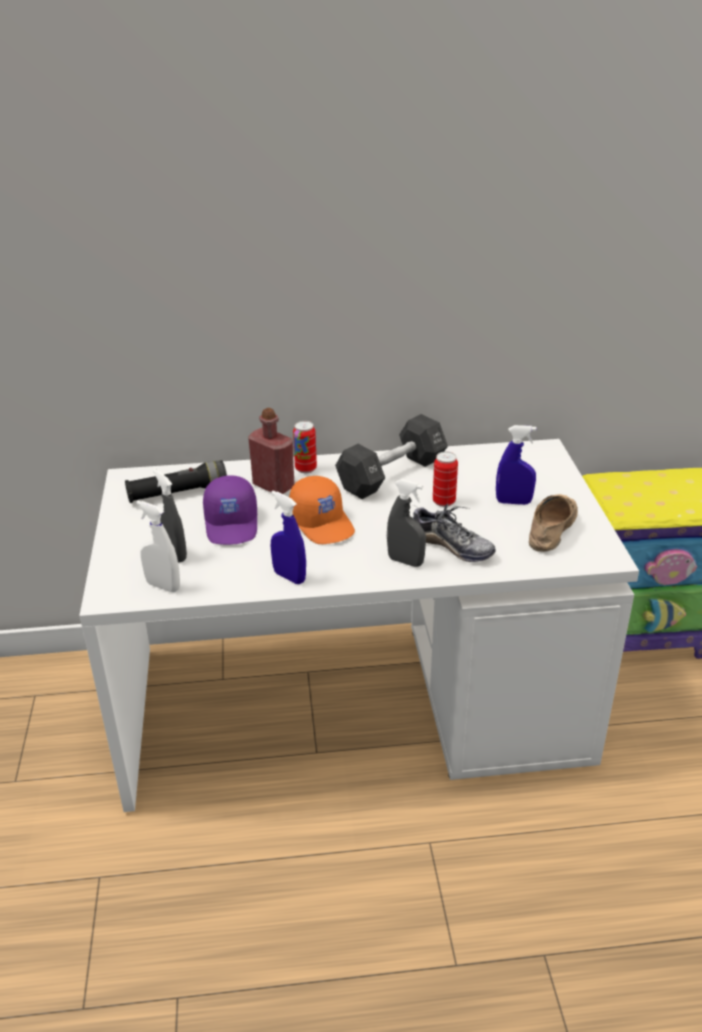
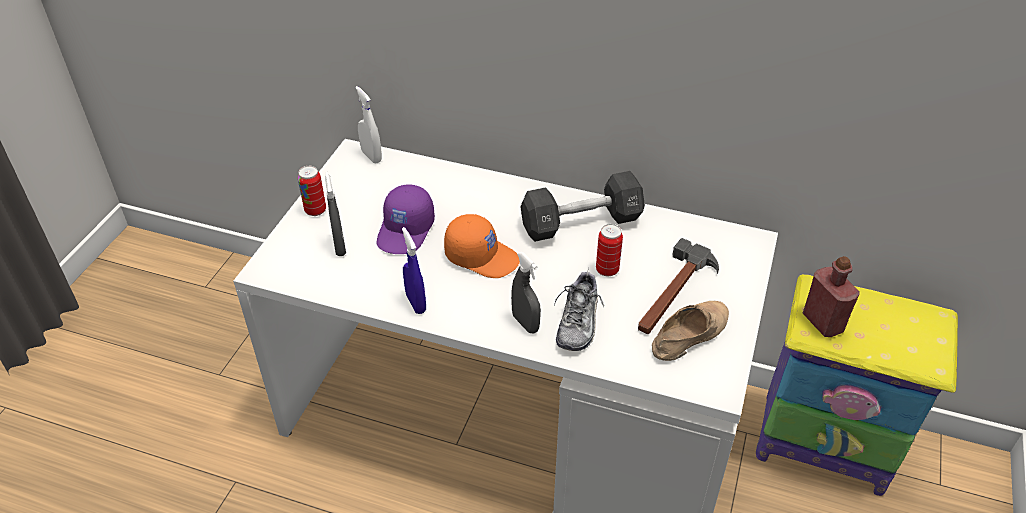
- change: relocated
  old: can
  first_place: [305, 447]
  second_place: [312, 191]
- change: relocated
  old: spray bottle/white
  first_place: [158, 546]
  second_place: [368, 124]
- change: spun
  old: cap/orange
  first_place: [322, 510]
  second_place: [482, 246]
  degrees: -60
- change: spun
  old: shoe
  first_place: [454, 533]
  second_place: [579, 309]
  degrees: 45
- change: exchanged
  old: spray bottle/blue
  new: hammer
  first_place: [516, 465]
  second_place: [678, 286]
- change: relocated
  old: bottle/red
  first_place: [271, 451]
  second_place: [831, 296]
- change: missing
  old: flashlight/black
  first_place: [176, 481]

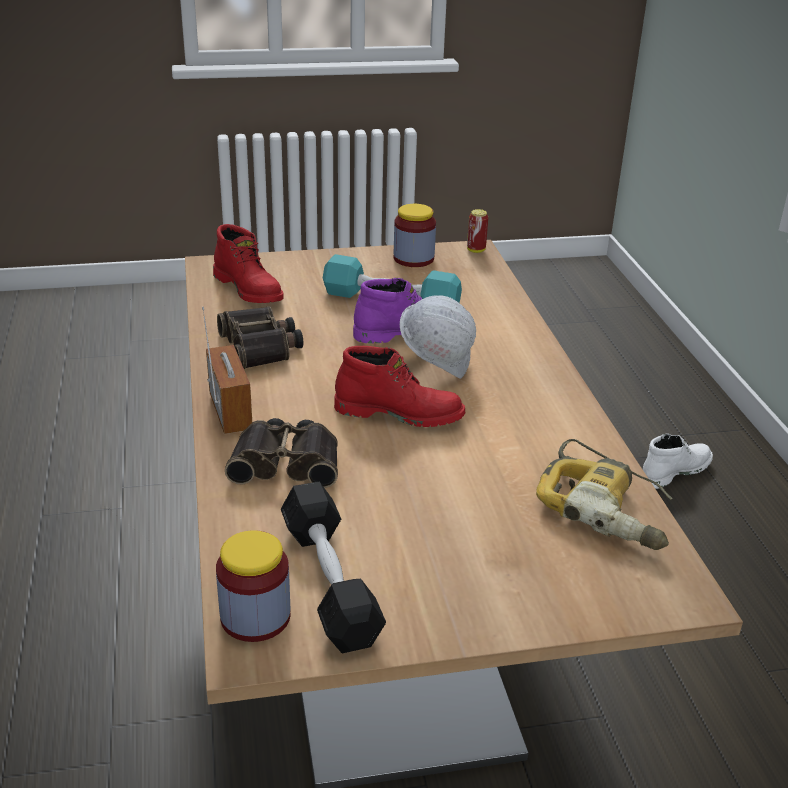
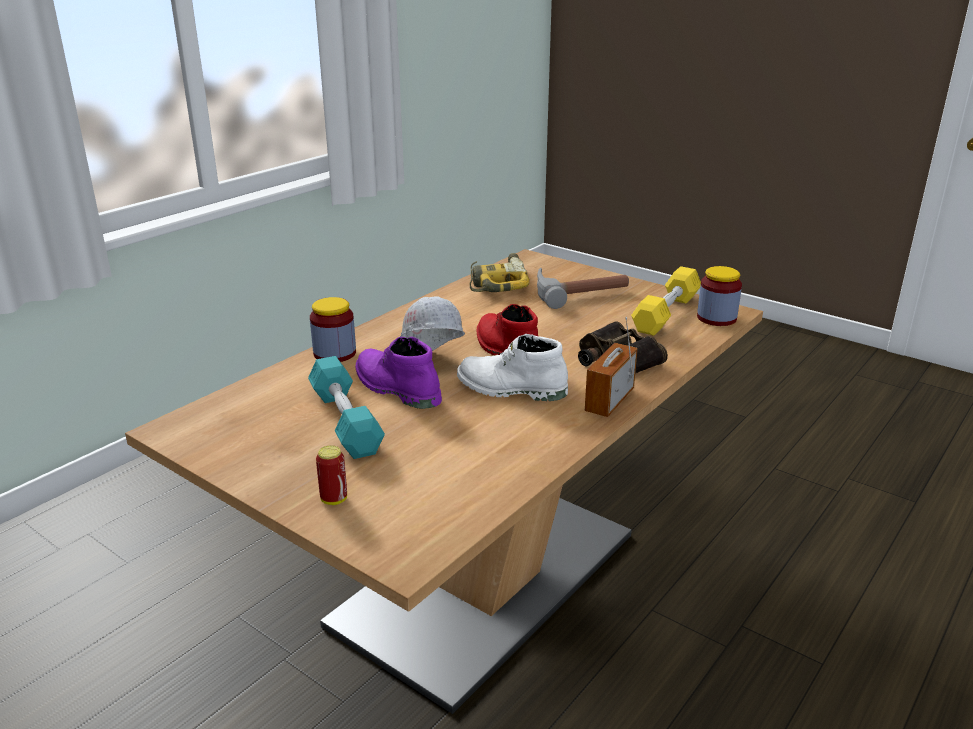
- change: relocated
  old: jar
  first_place: [415, 235]
  second_place: [333, 329]
- change: relocated
  old: can
  first_place: [477, 231]
  second_place: [331, 475]
- change: relocated
  old: boot/white
  first_place: [678, 461]
  second_place: [512, 367]
- change: appeared
  new: hammer
  second_place: [583, 288]
- change: colour
  old: dumbbell/black
  new: dumbbell/yellow
  first_place: [333, 567]
  second_place: [666, 301]
- change: missing
  old: boot/red
  first_place: [248, 263]
- change: missing
  old: binoculars
  first_place: [260, 337]

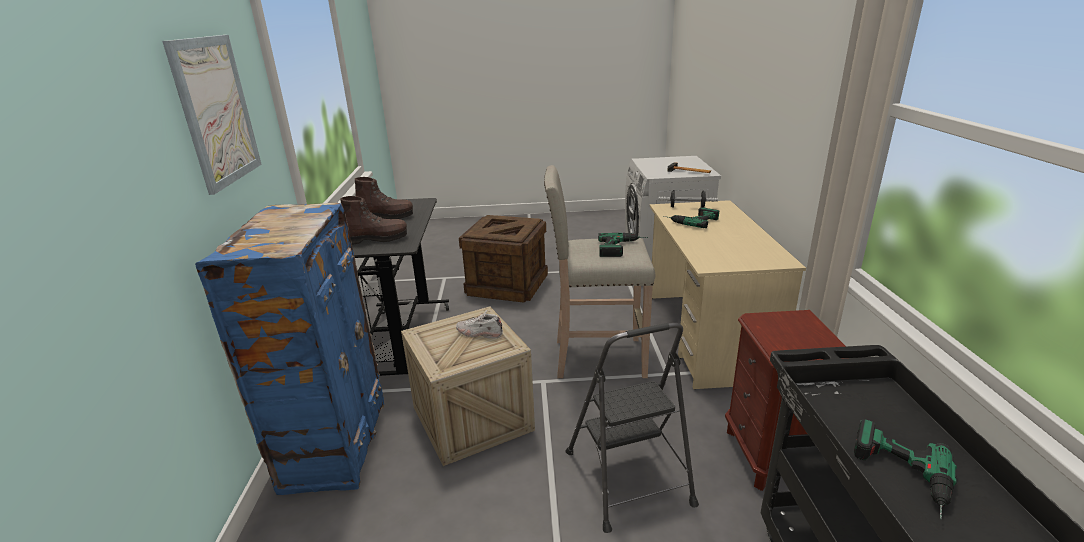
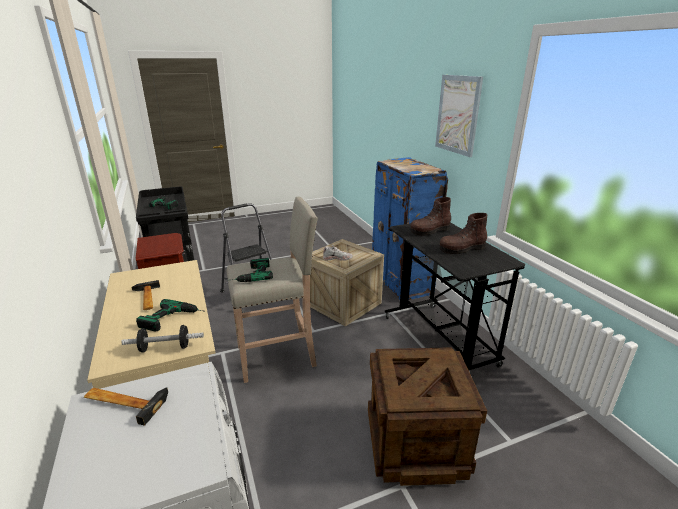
- change: appeared
  new: hammer
  second_place: [145, 295]

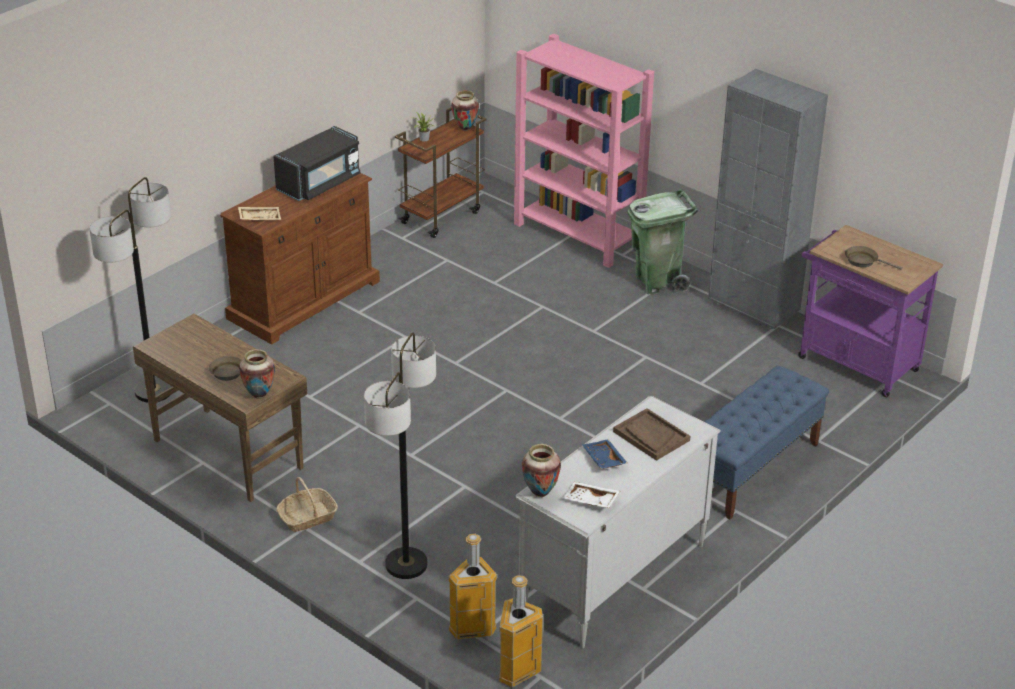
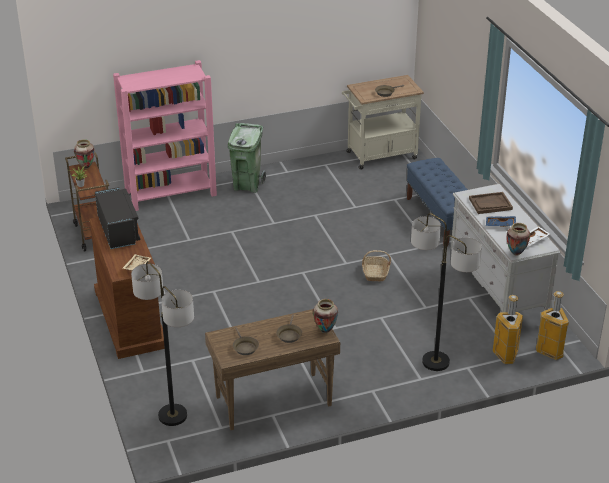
- change: appeared
  new: frying pan/brown
  second_place: [246, 341]
- change: colour
  old: cart/purple
  new: cart/beige
  first_place: [870, 311]
  second_place: [383, 122]
- change: relocated
  old: basket
  first_place: [307, 504]
  second_place: [376, 265]
- change: missing
  old: cabinet/grey
  first_place: [768, 199]

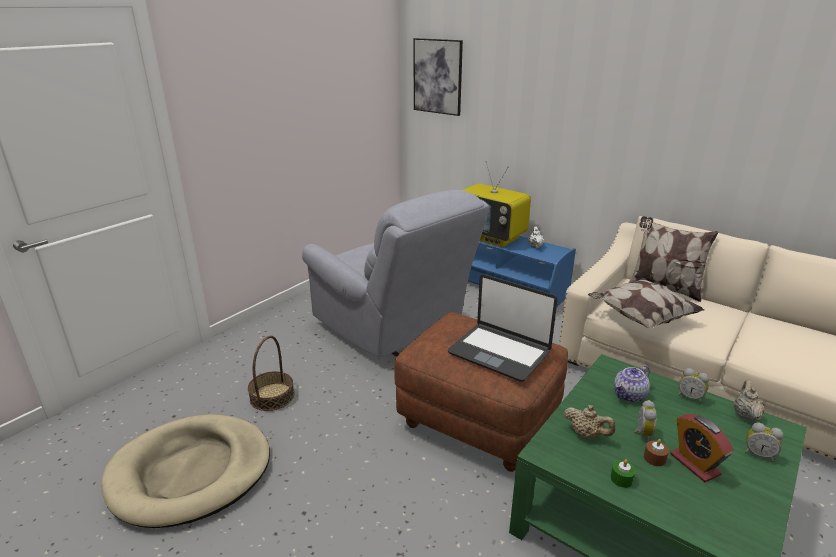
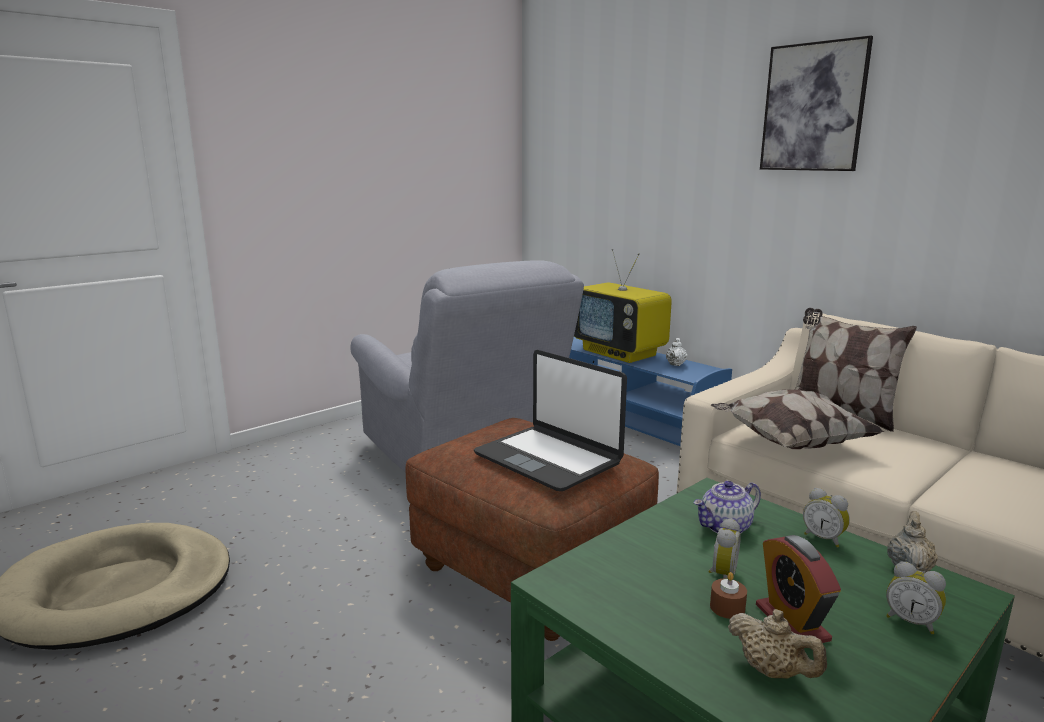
- change: relocated
  old: teapot/beige
  first_place: [589, 421]
  second_place: [777, 644]
- change: relocated
  old: picture
  first_place: [438, 77]
  second_place: [816, 103]
- change: missing
  old: basket
  first_place: [271, 373]
- change: missing
  old: candle/green
  first_place: [623, 473]

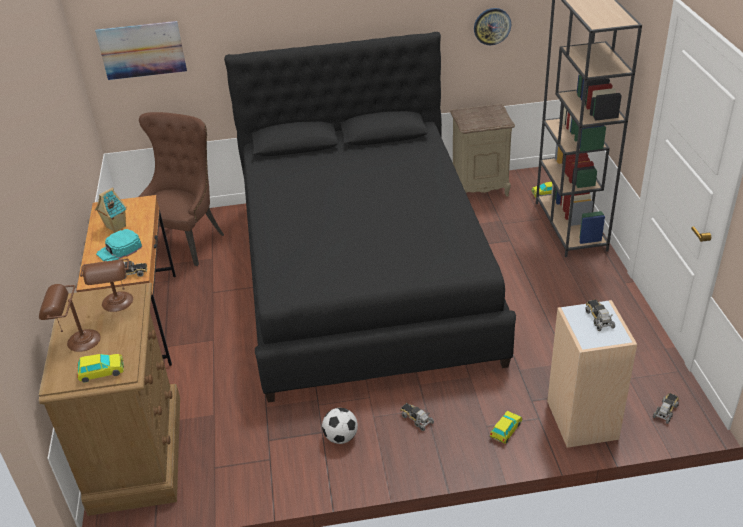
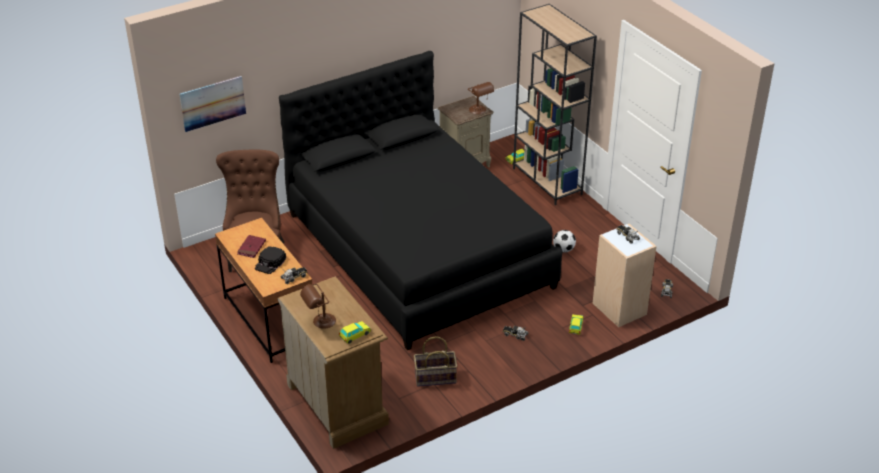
- change: exchanged
  old: toy house
  new: book/red
  first_place: [111, 210]
  second_place: [251, 246]
- change: colour
  old: cap/turquoise
  new: cap/black
  first_place: [119, 245]
  second_place: [270, 260]
- change: appeared
  new: basket
  second_place: [435, 361]
- change: relocated
  old: table lamp/brown
  first_place: [106, 285]
  second_place: [481, 98]
- change: relocated
  old: football
  first_place: [340, 426]
  second_place: [564, 241]
- change: missing
  old: wall clock
  first_place: [492, 26]

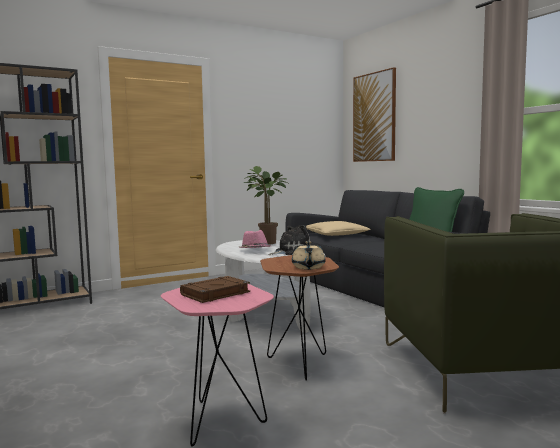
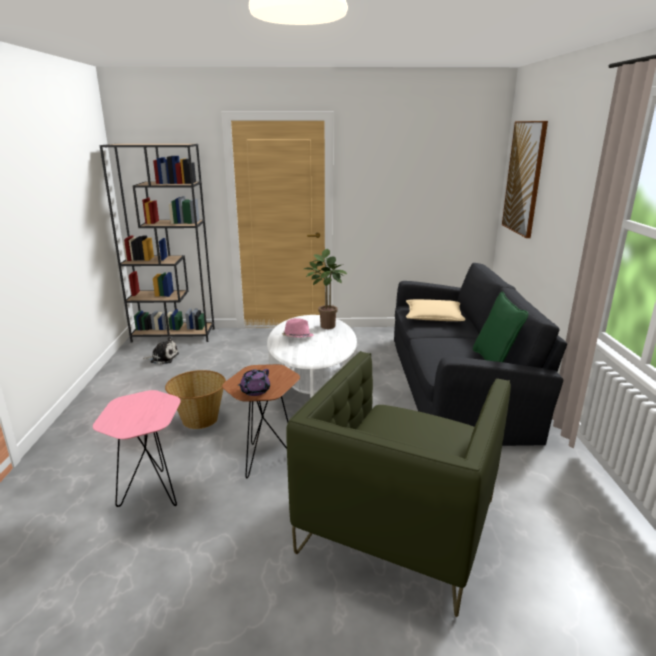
- change: relocated
  old: plush toy
  first_place: [289, 240]
  second_place: [161, 350]
- change: appeared
  new: basket
  second_place: [195, 399]
- change: colour
  old: teapot/beige
  new: teapot/purple
  first_place: [308, 255]
  second_place: [254, 382]
- change: missing
  old: book/brown
  first_place: [215, 289]

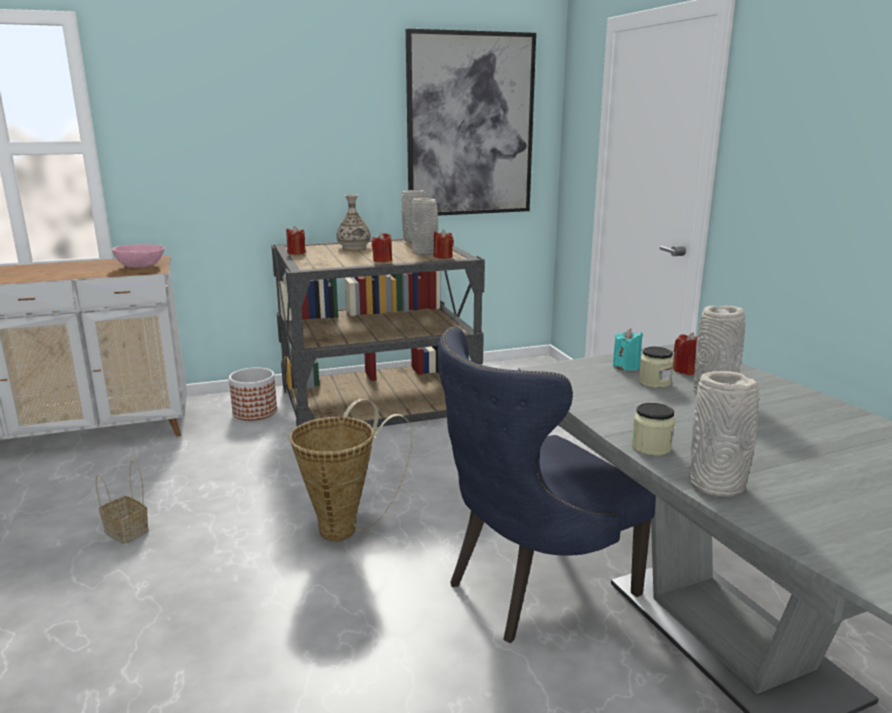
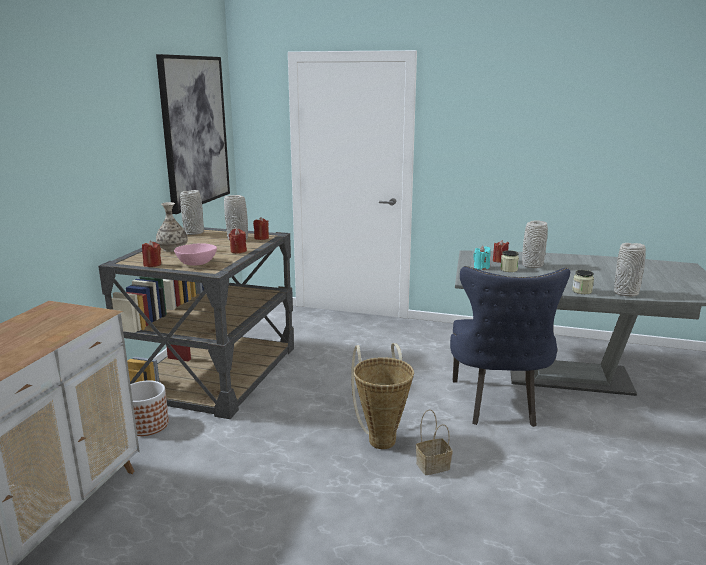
- change: relocated
  old: bowl/pink
  first_place: [138, 256]
  second_place: [195, 254]
- change: relocated
  old: basket
  first_place: [122, 502]
  second_place: [434, 442]

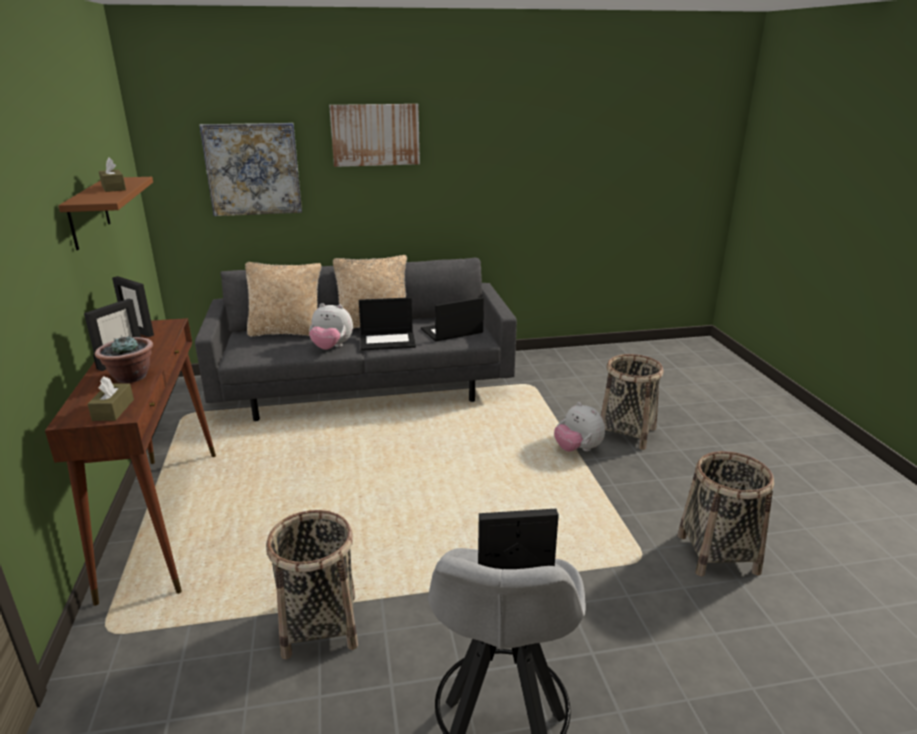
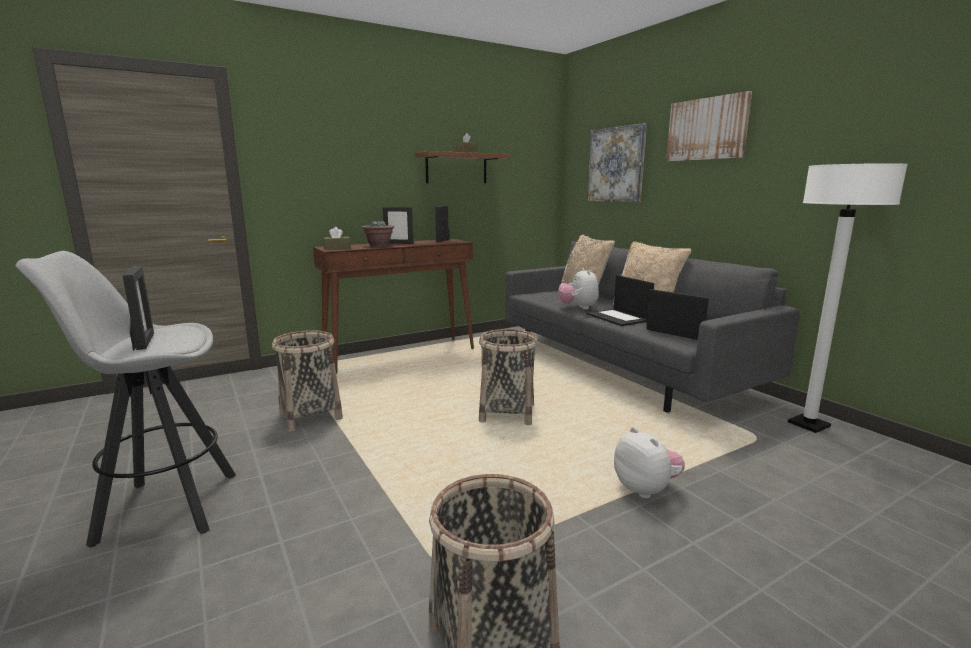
- change: relocated
  old: basket
  first_place: [632, 402]
  second_place: [508, 377]
- change: spun
  old: plush toy
  first_place: [579, 427]
  second_place: [649, 463]
  degrees: 120
- change: appeared
  new: floor lamp/white
  second_place: [848, 298]

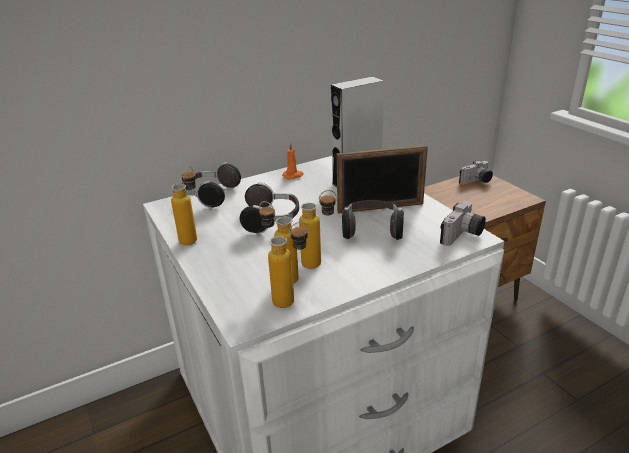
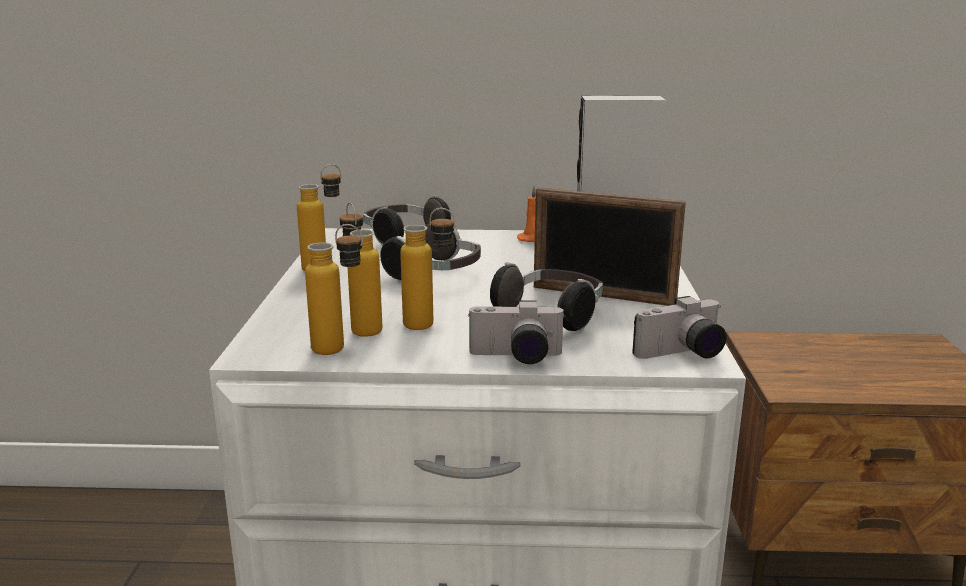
- change: relocated
  old: photo camera
  first_place: [476, 172]
  second_place: [517, 332]

